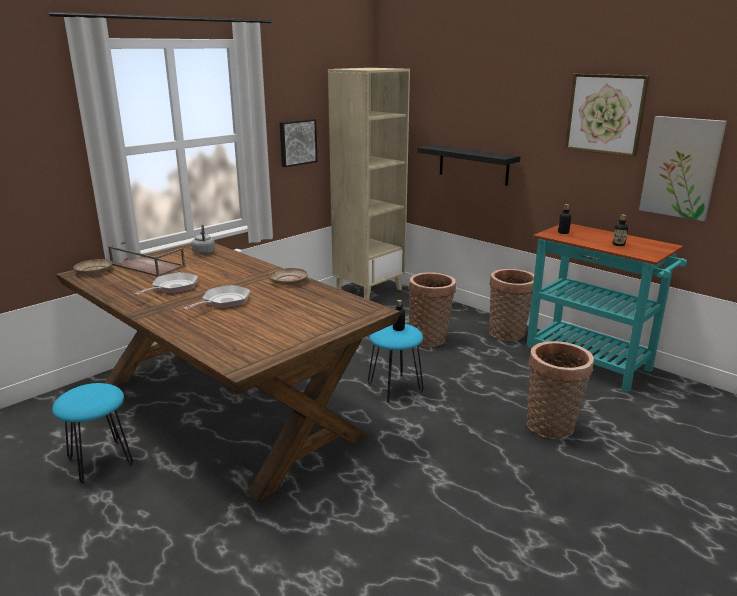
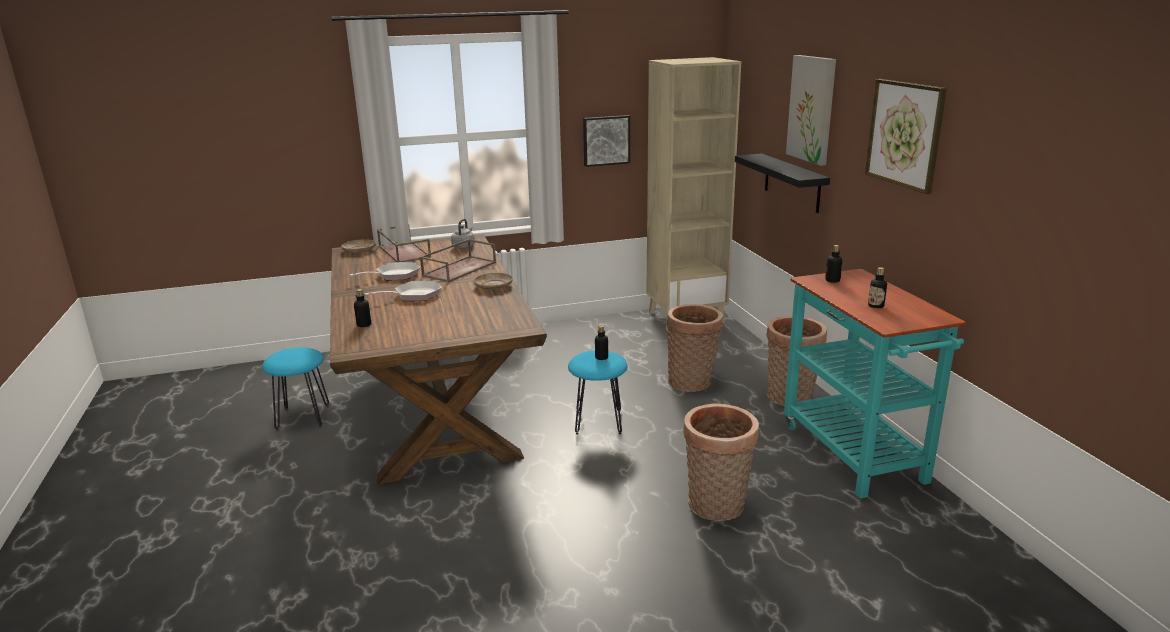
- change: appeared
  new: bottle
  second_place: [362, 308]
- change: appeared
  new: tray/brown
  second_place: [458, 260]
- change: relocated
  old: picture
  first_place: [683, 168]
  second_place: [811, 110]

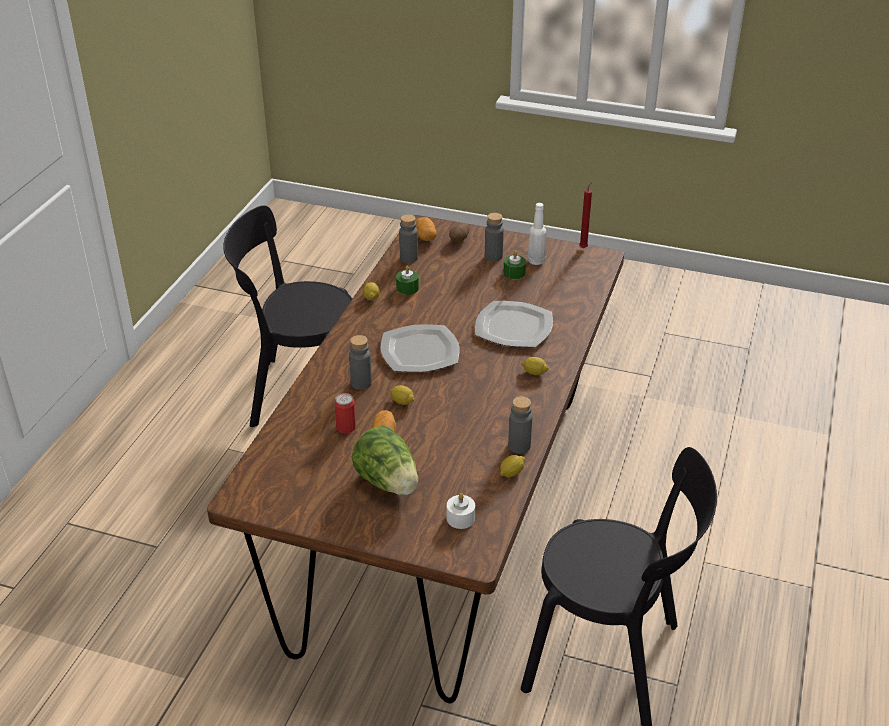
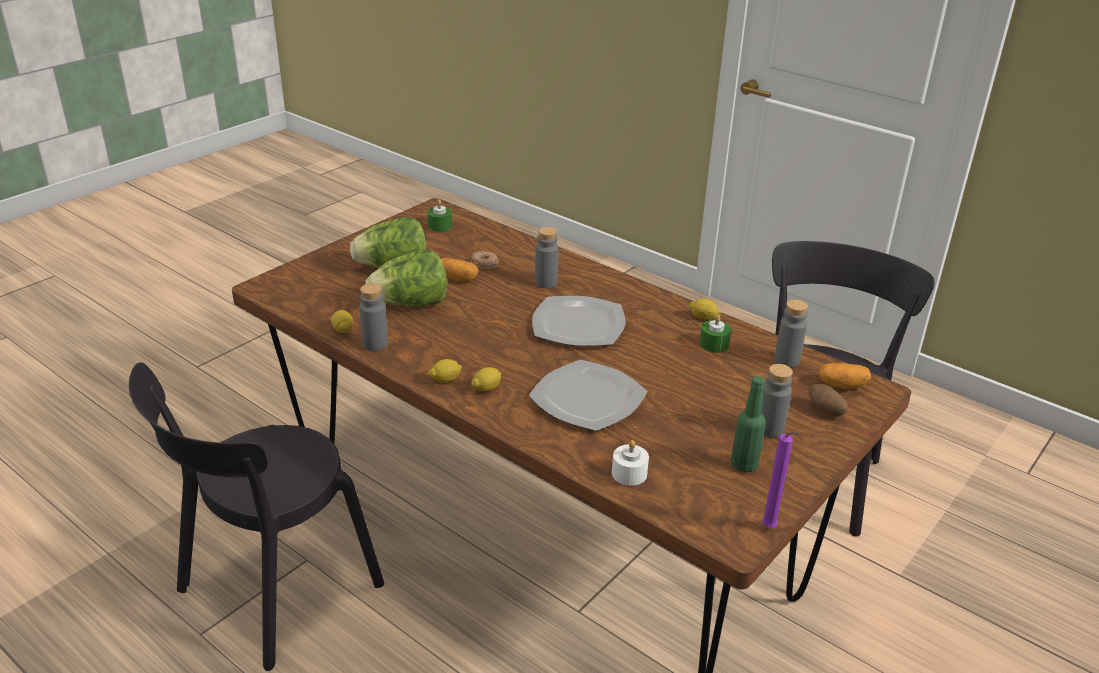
- change: appeared
  new: lettuce
  second_place: [406, 278]
- change: relocated
  old: candle/green
  first_place: [514, 265]
  second_place: [439, 215]
- change: relocated
  old: lemon
  first_place: [402, 395]
  second_place: [445, 371]
- change: exchanged
  old: can
  new: donut
  first_place: [345, 413]
  second_place: [485, 260]
- change: relocated
  old: candle/white
  first_place: [461, 511]
  second_place: [630, 463]
- change: colour
  old: bottle/white
  new: bottle/green
  first_place: [537, 234]
  second_place: [748, 424]
- change: colour
  old: candle/red
  new: candle/purple
  first_place: [585, 215]
  second_place: [781, 480]

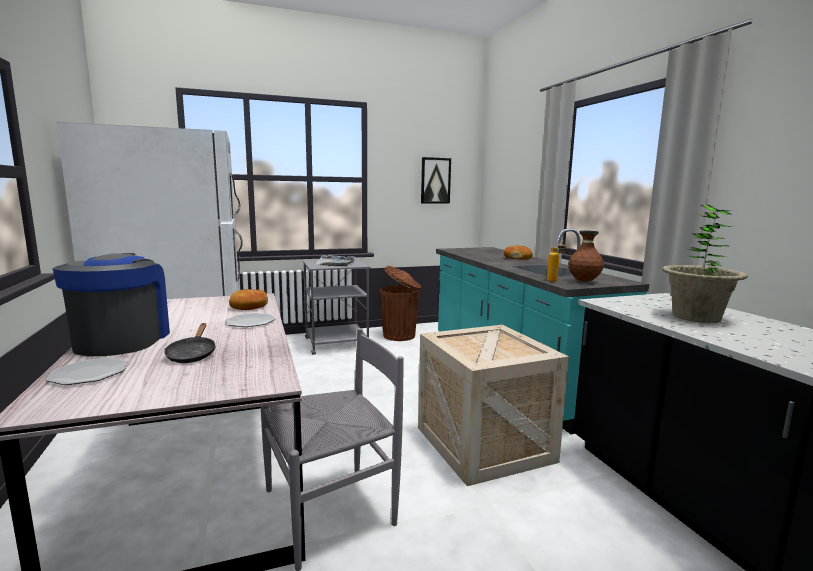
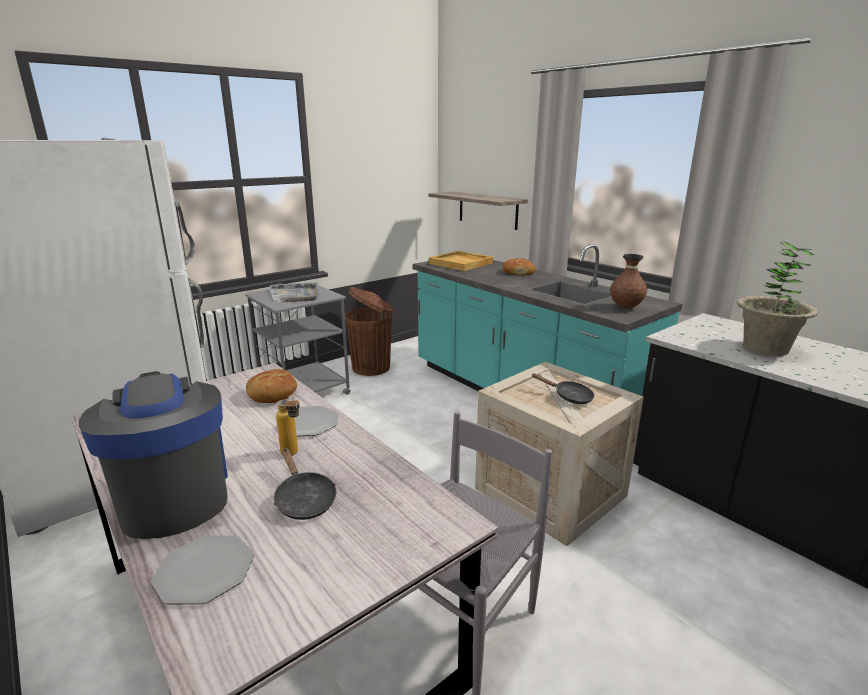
- change: relocated
  old: bottle
  first_place: [556, 261]
  second_place: [288, 425]
- change: appeared
  new: shelf
  second_place: [478, 210]
- change: appeared
  new: tray/beige
  second_place: [461, 261]
- change: appeared
  new: frying pan/black
  second_place: [562, 388]
- change: missing
  old: picture
  first_place: [436, 180]

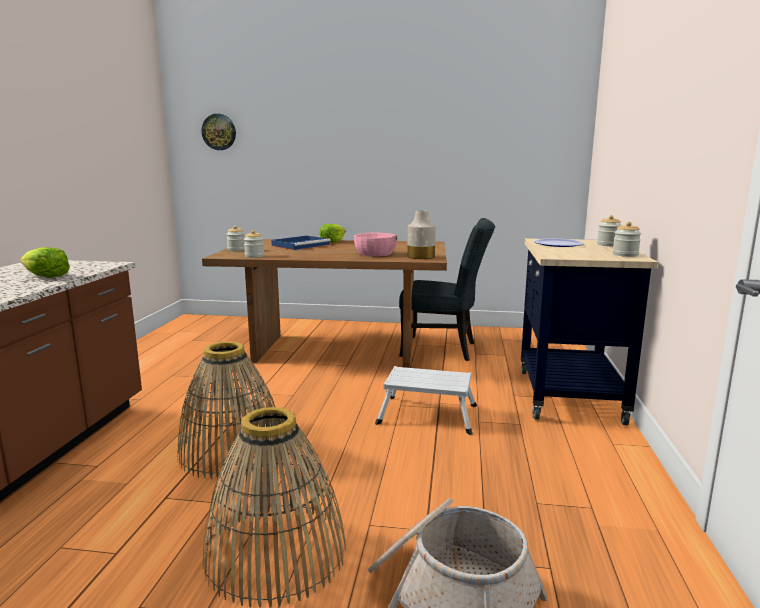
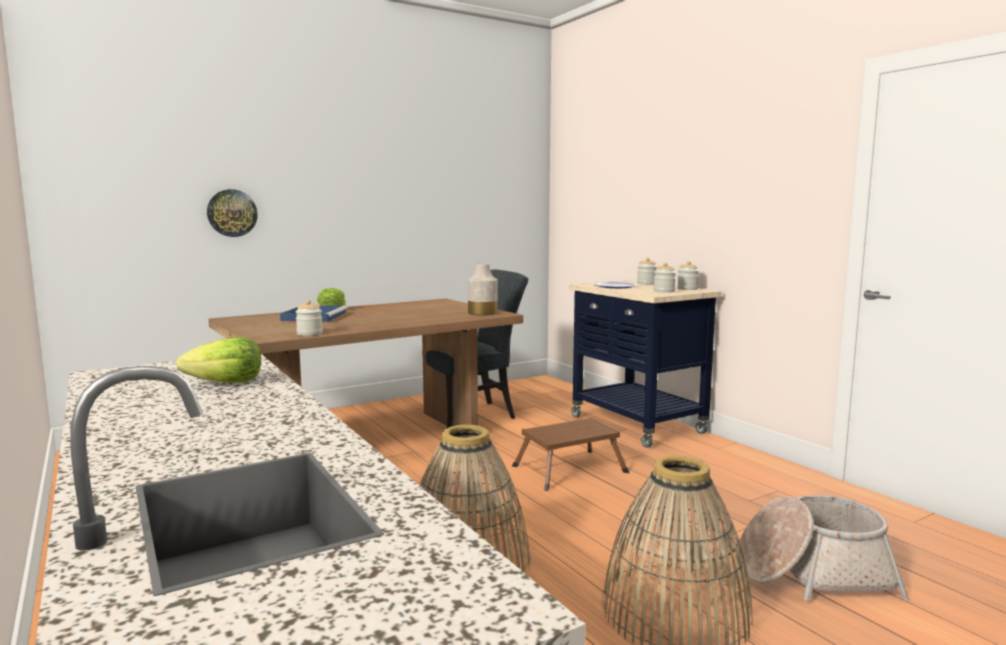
- change: relocated
  old: wall clock
  first_place: [219, 132]
  second_place: [232, 213]
- change: colour
  old: step ladder/white
  new: step ladder/brown
  first_place: [426, 400]
  second_place: [570, 454]
- change: relocated
  old: jar
  first_place: [235, 238]
  second_place: [664, 277]
- change: missing
  old: bowl/pink
  first_place: [375, 244]

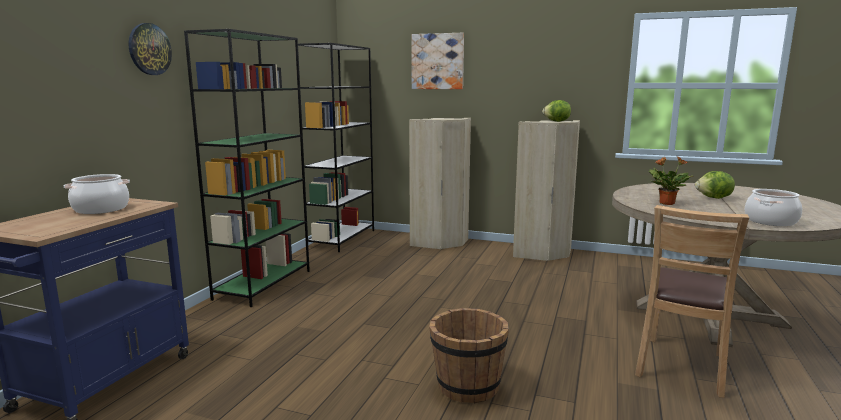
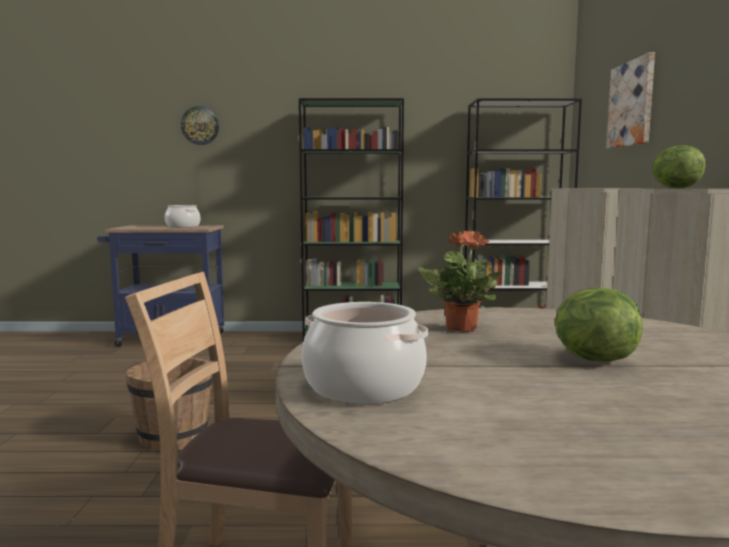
- change: relocated
  old: wall clock
  first_place: [150, 49]
  second_place: [200, 125]

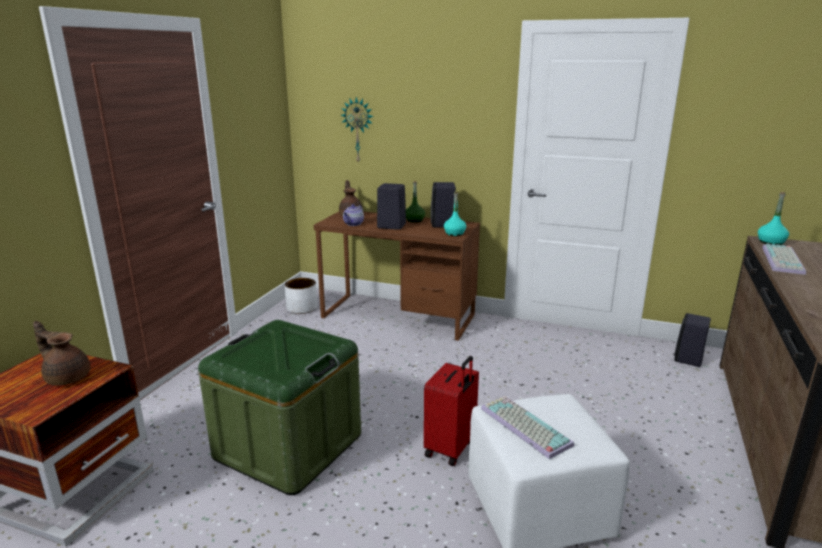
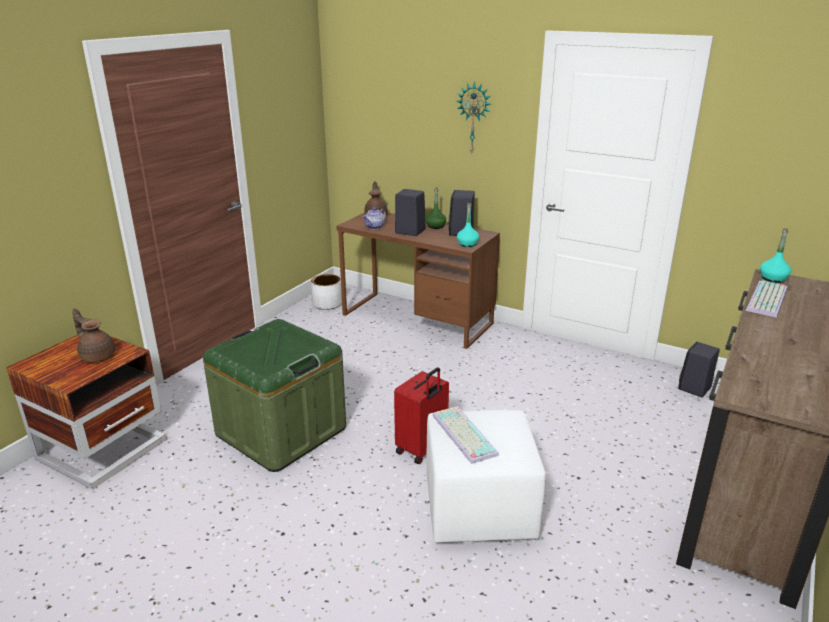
- change: relocated
  old: wall clock
  first_place: [357, 130]
  second_place: [473, 118]

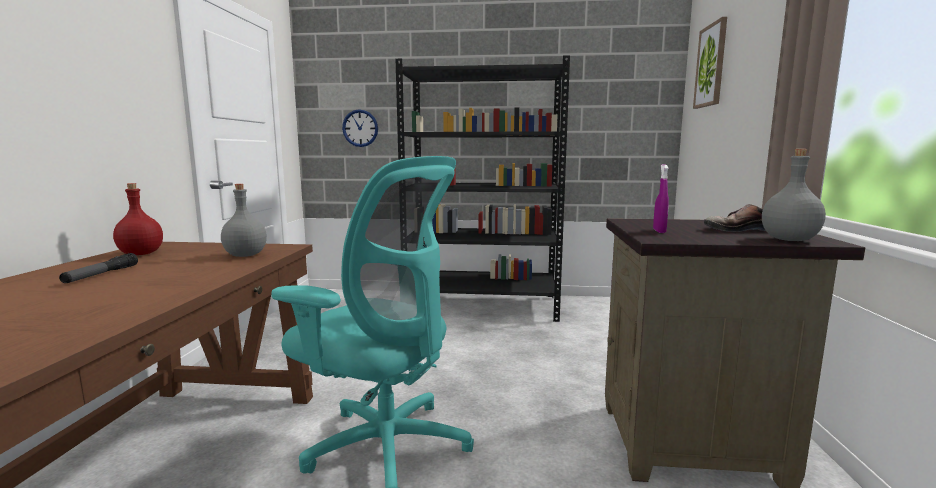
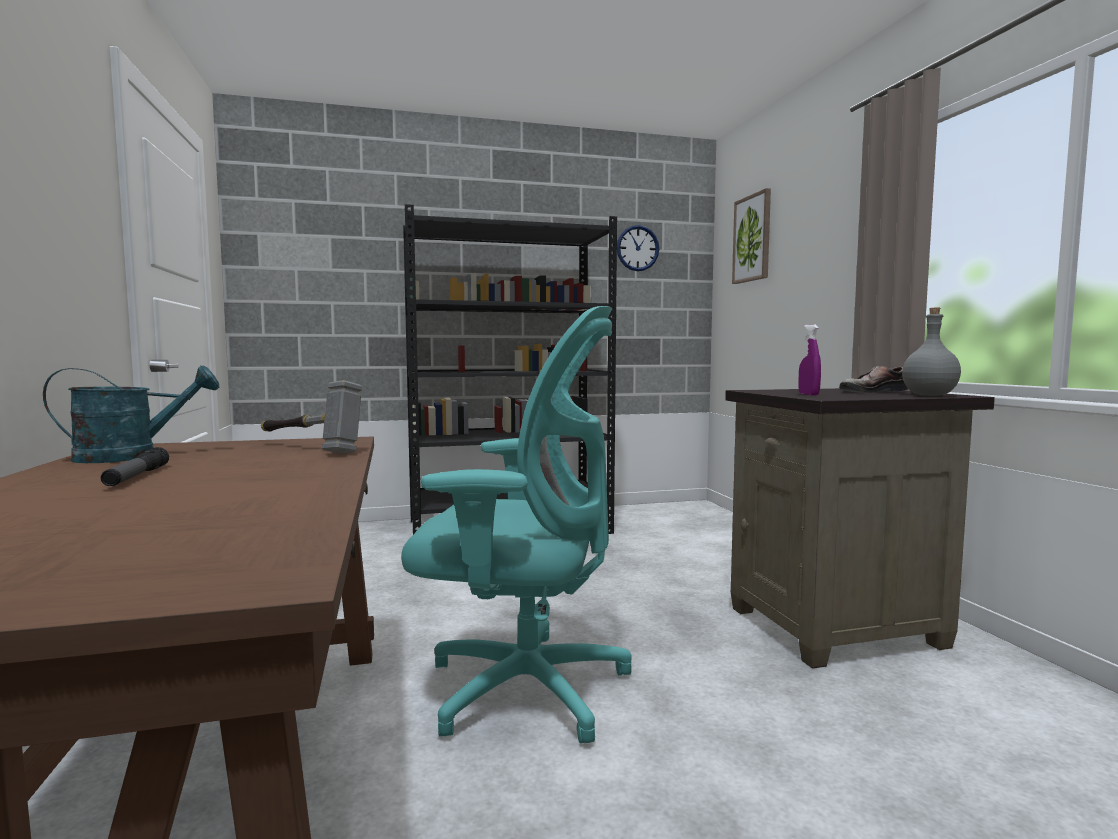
- change: exchanged
  old: bottle/red
  new: watering can/turquoise
  first_place: [138, 219]
  second_place: [131, 414]
- change: exchanged
  old: bottle/grey
  new: hammer
  first_place: [244, 220]
  second_place: [311, 416]
- change: relocated
  old: wall clock
  first_place: [360, 128]
  second_place: [638, 248]

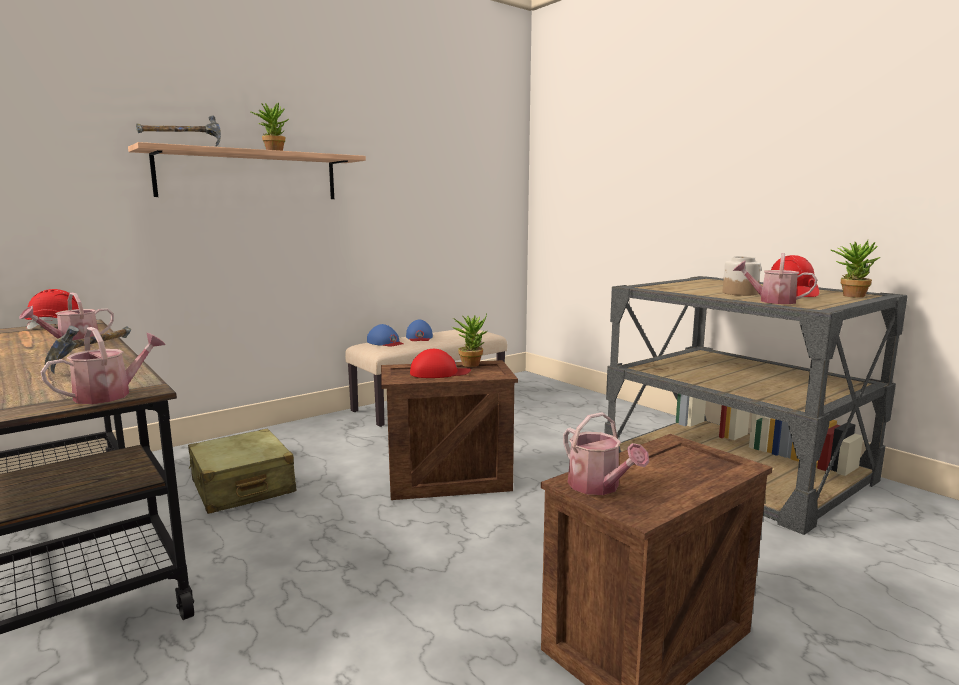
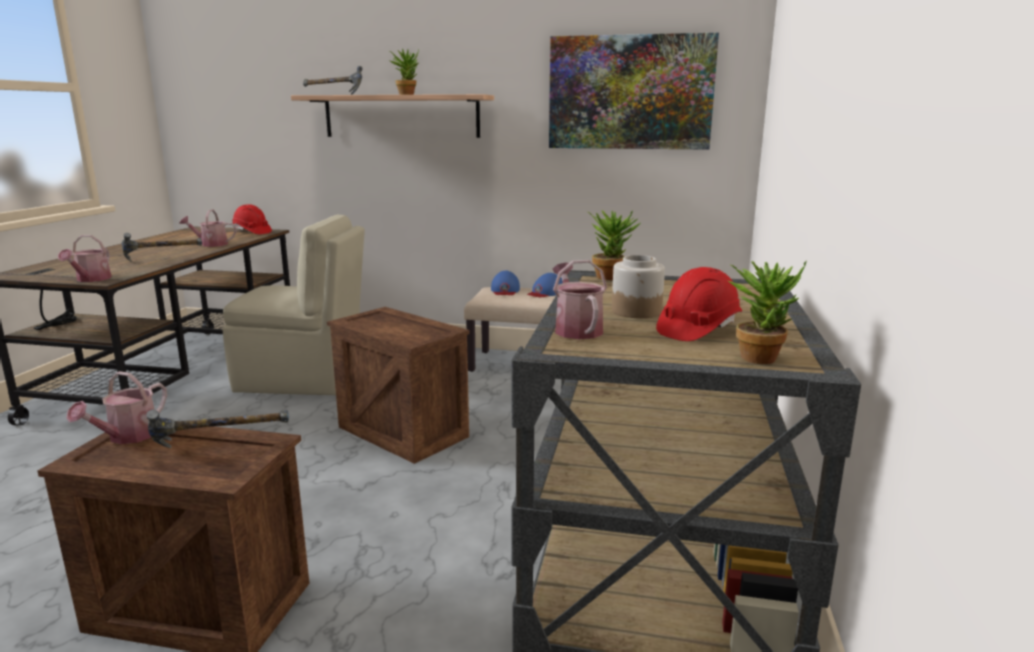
- change: spun
  old: watering can
  first_place: [102, 365]
  second_place: [85, 258]
  degrees: 90
- change: appeared
  new: hammer
  second_place: [217, 428]
- change: exchanged
  old: suitcase/beige
  new: chair/beige
  first_place: [242, 471]
  second_place: [293, 305]
- change: appeared
  new: picture
  second_place: [634, 91]
- change: relocated
  old: potted plant
  first_place: [469, 340]
  second_place: [614, 245]
- change: missing
  old: cap/red
  first_place: [440, 363]

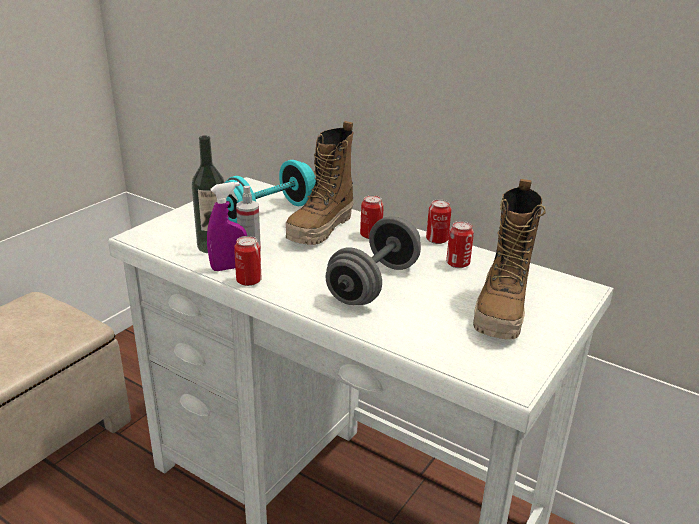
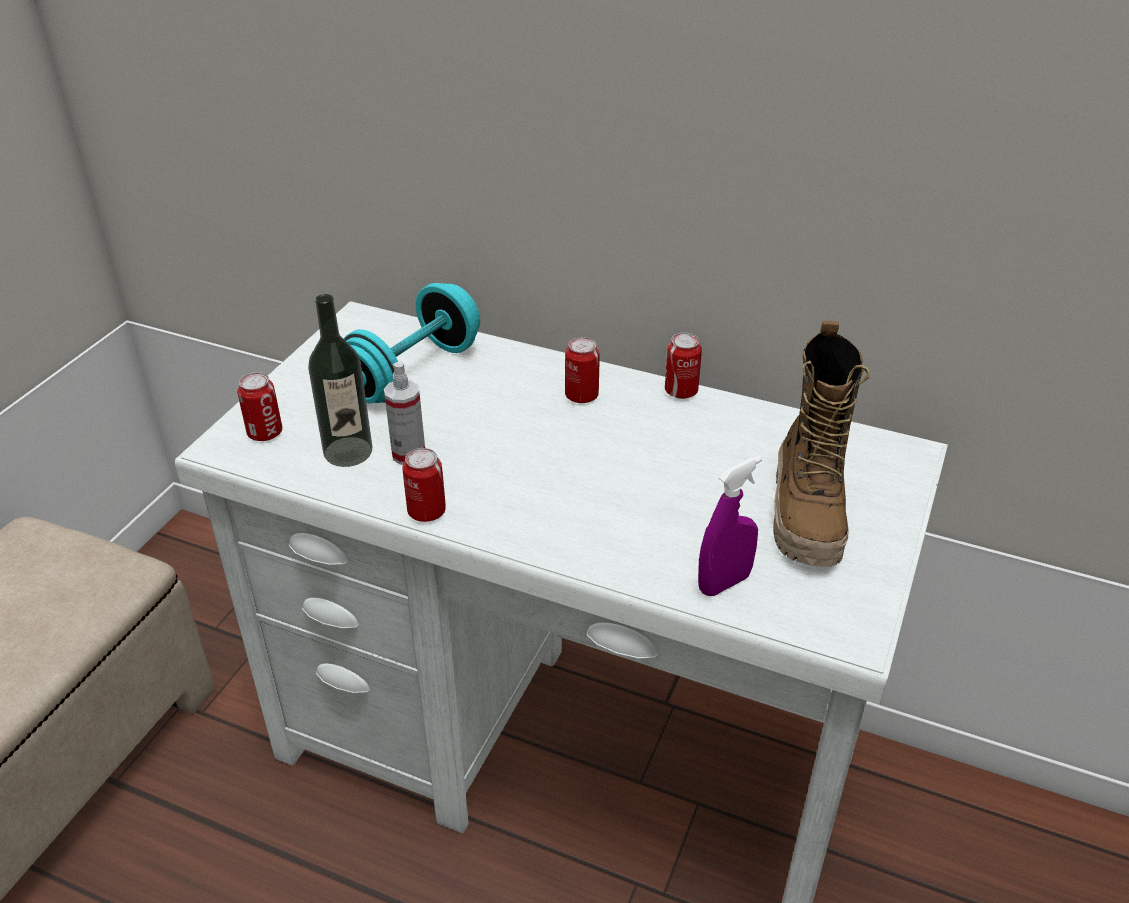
- change: relocated
  old: can
  first_place: [460, 244]
  second_place: [259, 406]
- change: relocated
  old: spray bottle/purple
  first_place: [227, 226]
  second_place: [730, 526]
- change: missing
  old: boot
  first_place: [319, 183]
- change: missing
  old: dumbbell/grey
  first_place: [373, 260]

